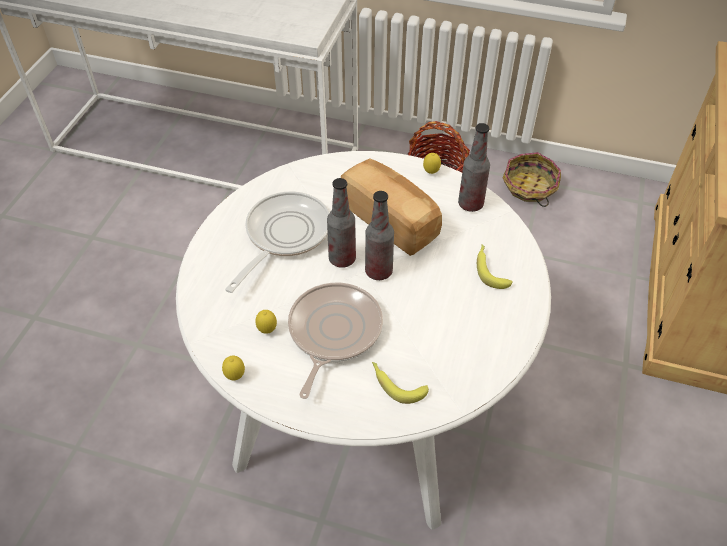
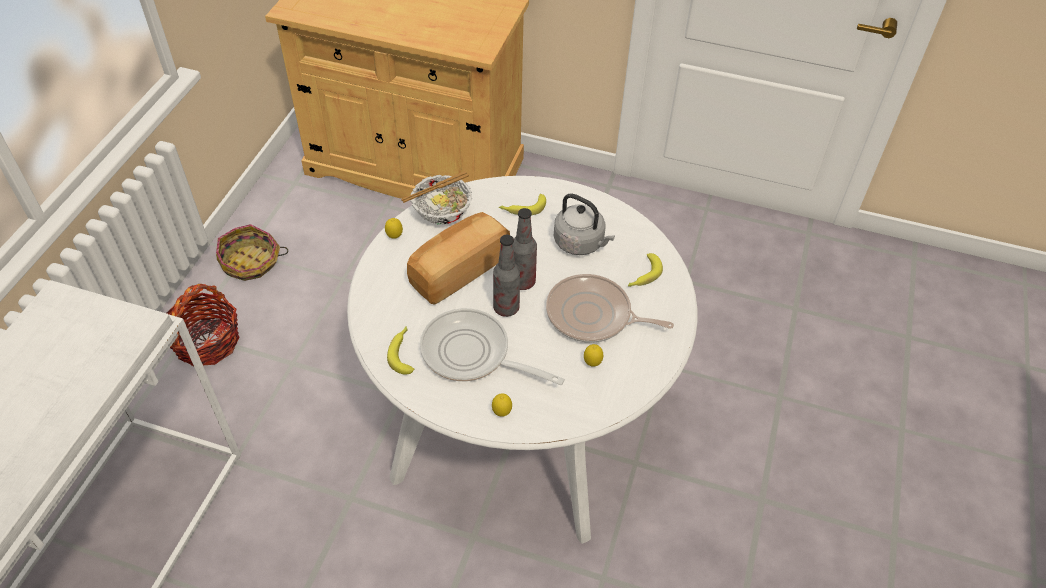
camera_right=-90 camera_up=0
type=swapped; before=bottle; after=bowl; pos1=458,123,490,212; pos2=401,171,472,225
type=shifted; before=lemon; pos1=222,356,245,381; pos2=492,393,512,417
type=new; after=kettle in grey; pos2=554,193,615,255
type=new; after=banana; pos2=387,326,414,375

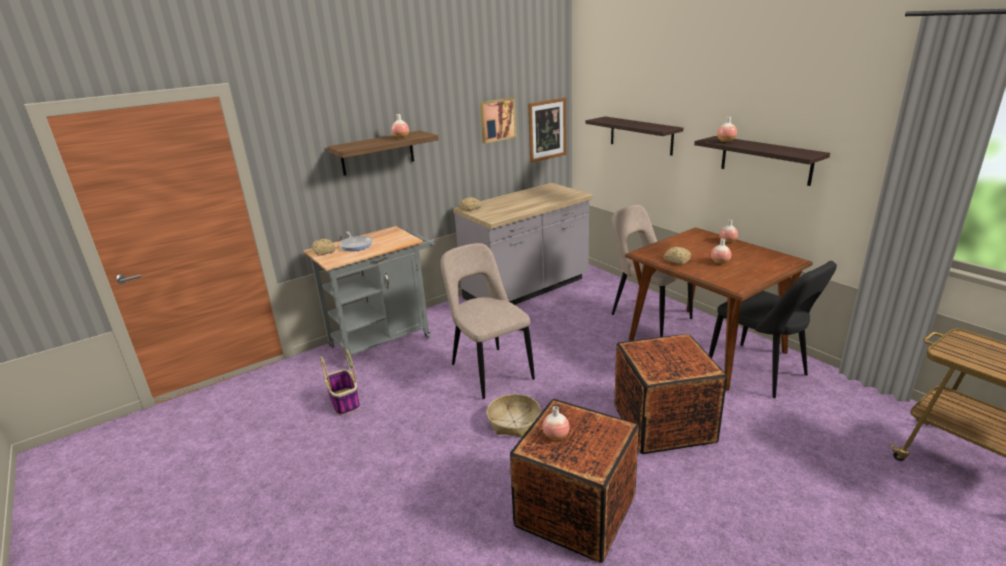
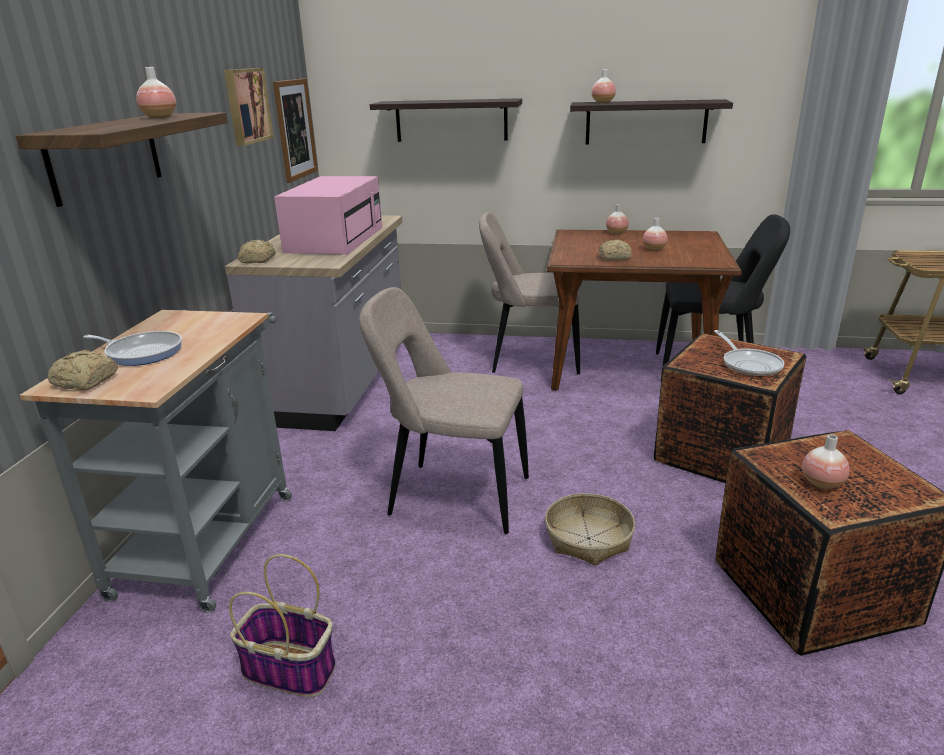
camera_right=-45 camera_up=0
type=new; after=microwave in pink; pos2=274,176,382,255
type=new; after=frying pan; pos2=714,330,784,377

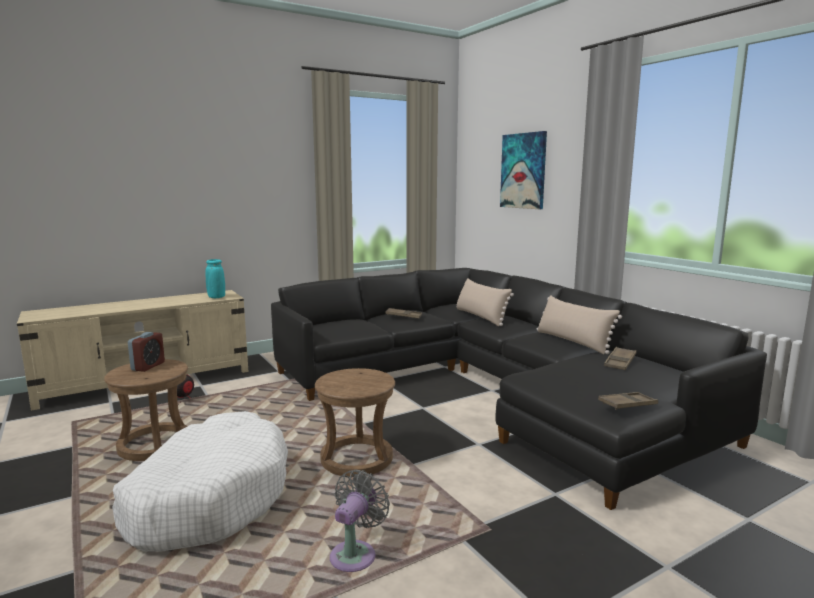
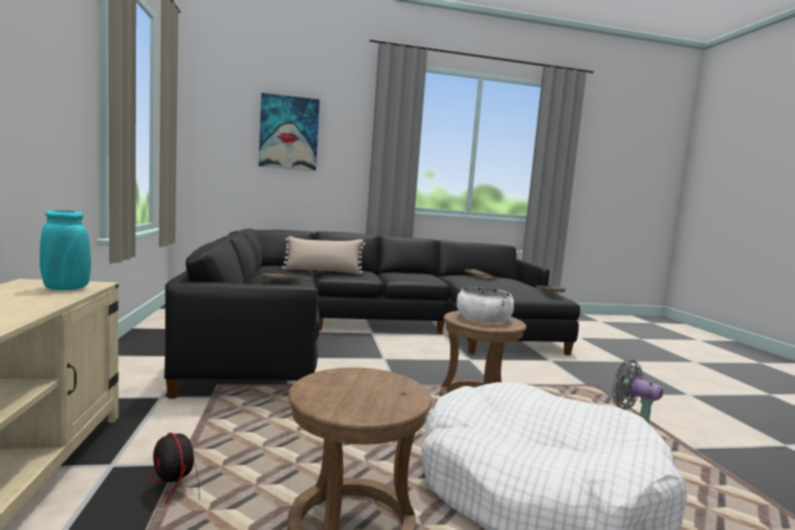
camera_right=-70 camera_up=-5
type=gone; before=pillow in beige; pos1=537,295,622,354
type=gone; before=alarm clock; pos1=128,332,165,372
type=new; after=bowl in white; pos2=457,287,514,323

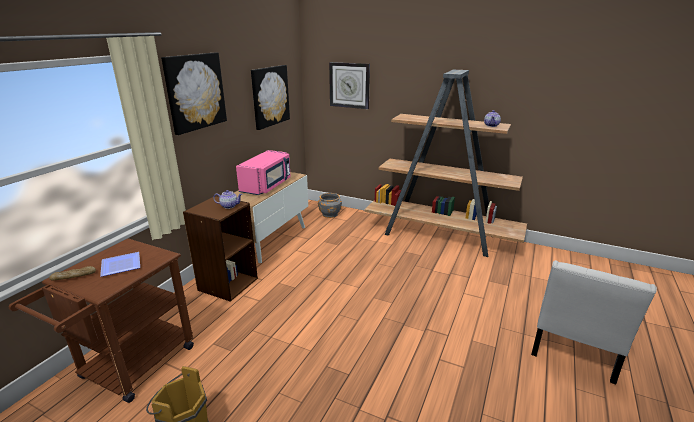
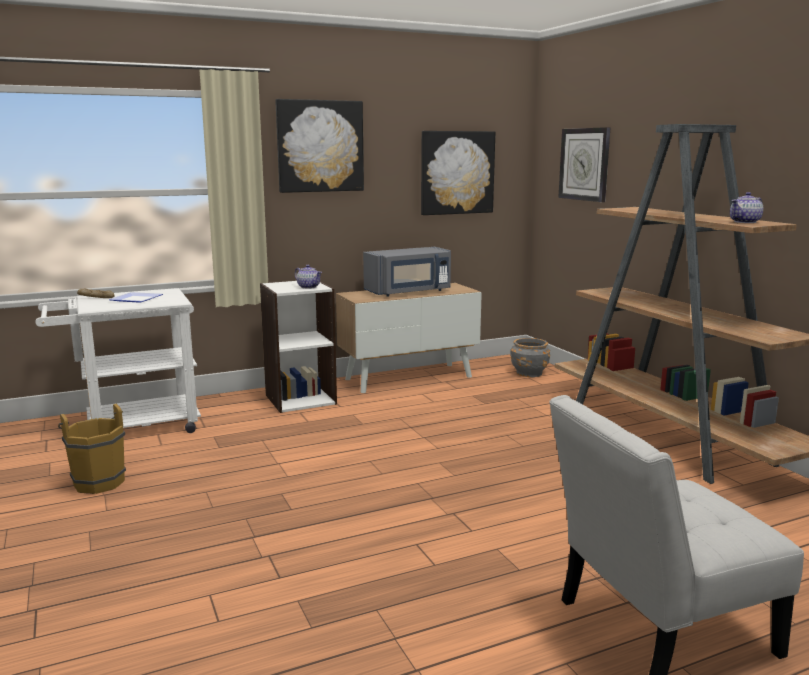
camera_right=40 camera_up=-10
type=repainted; before=microwave in pink; after=microwave in grey; pos1=236,150,291,195; pos2=363,247,451,297
type=repainted; before=bookcase in brown; after=bookcase in white; pos1=183,196,258,302; pos2=260,281,337,413
type=repainted; before=cart in brown; after=cart in white; pos1=9,238,194,403; pos2=35,288,201,433

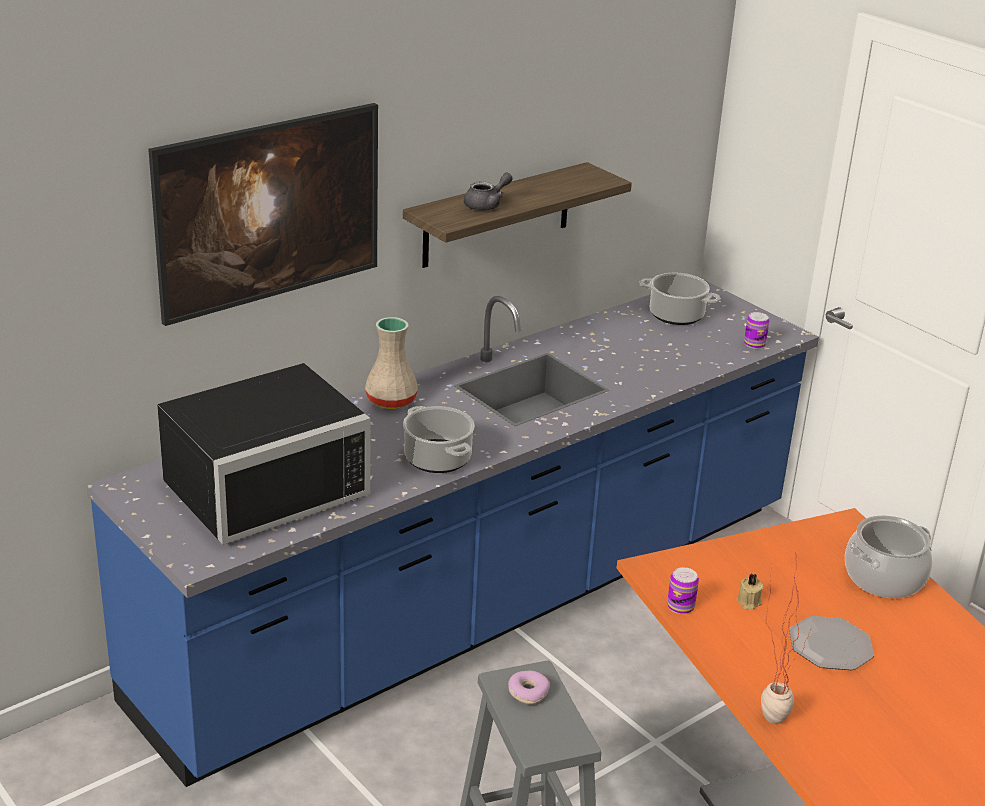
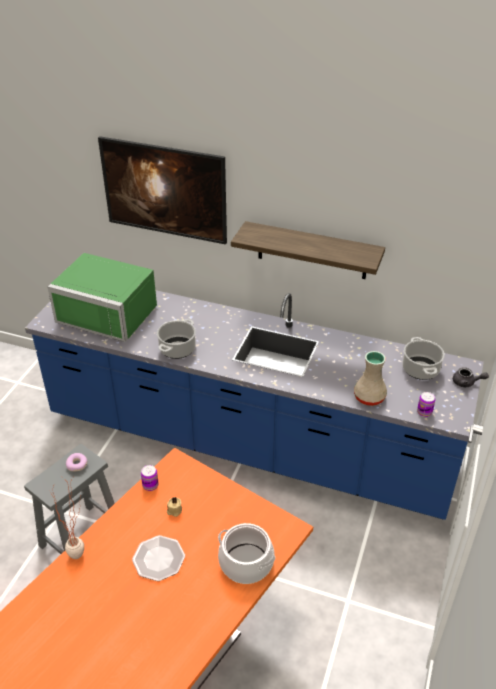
camera_right=60 camera_up=10
type=shifted; before=teapot in grey; pos1=464,172,513,211; pos2=453,367,489,387
type=shifted; before=vase in beige; pos1=365,317,418,409; pos2=354,351,387,406
type=repainted; before=microwave in black; after=microwave in green; pos1=157,363,371,545; pos2=47,253,157,342

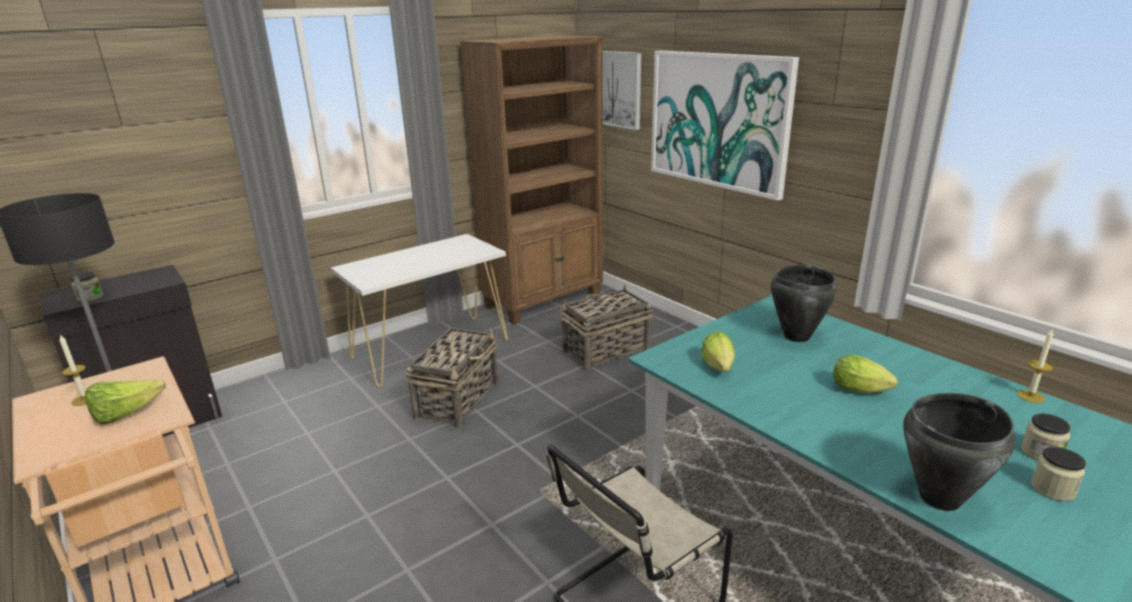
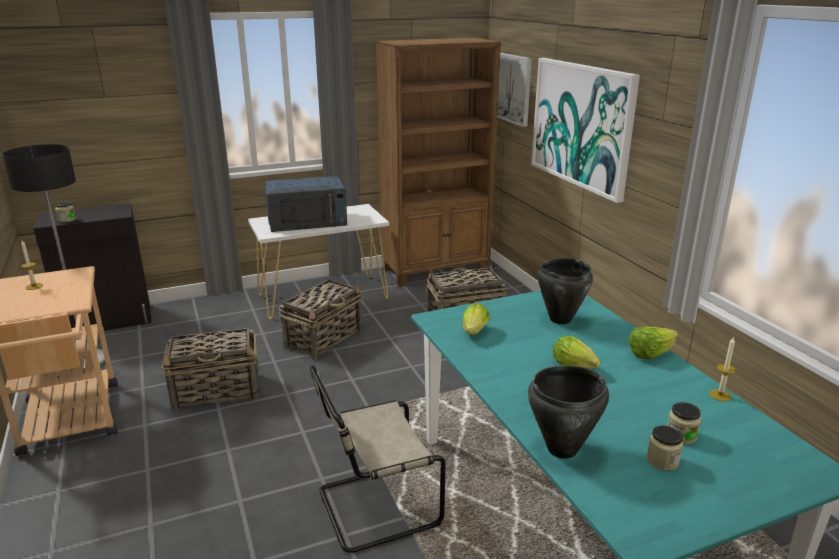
camera_right=15 camera_up=0
type=shifted; before=lettuce; pos1=85,379,165,425; pos2=629,326,678,359
type=new; after=microwave in blue; pos2=265,176,347,232
type=new; after=basket; pos2=162,328,259,410

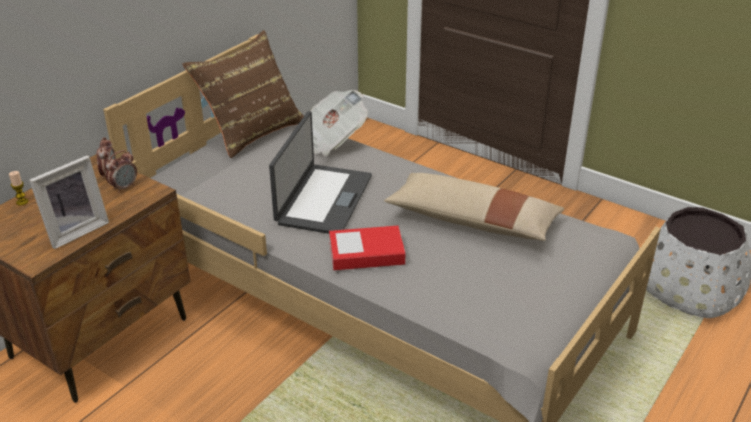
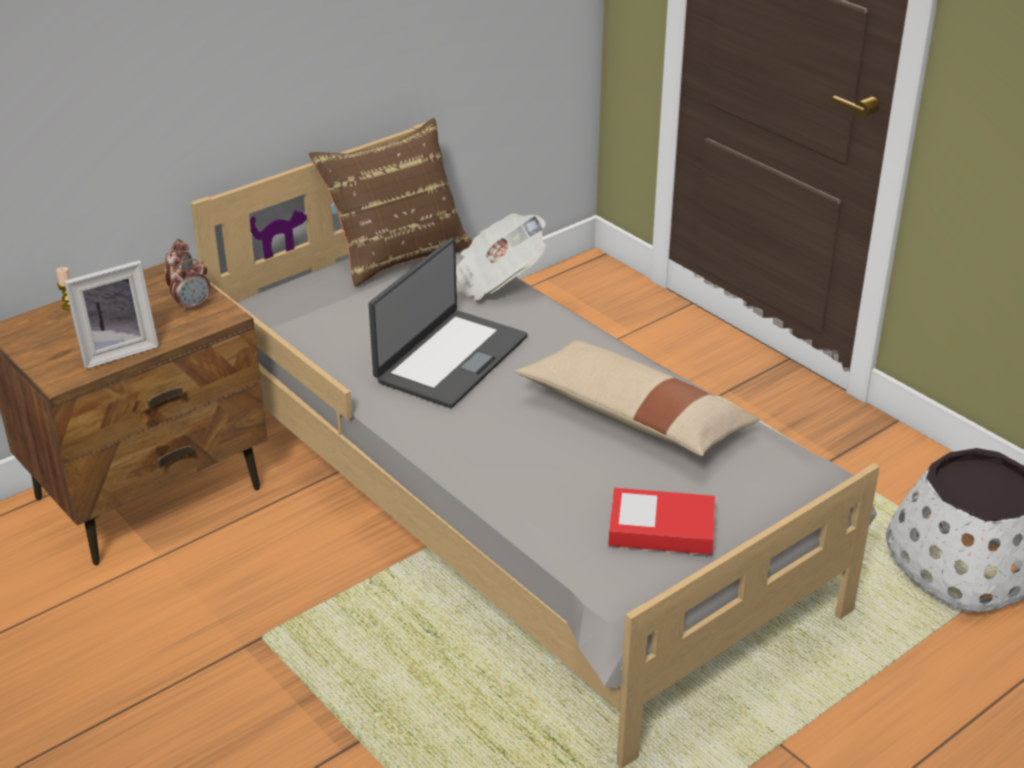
camera_right=15 camera_up=0
type=shifted; before=book; pos1=329,226,405,271; pos2=608,488,715,555

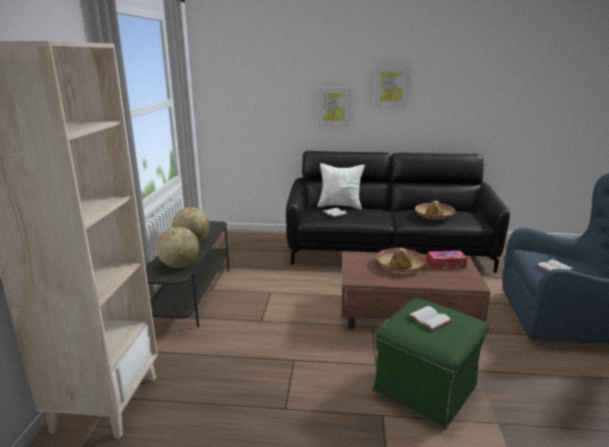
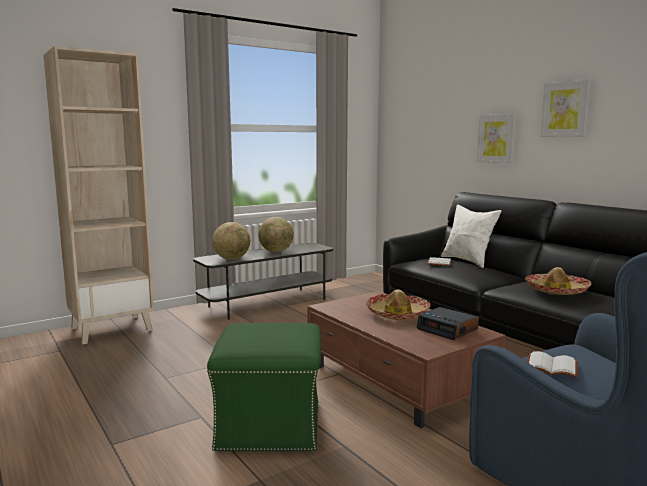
camera_right=50 camera_up=-10
type=swapped; before=tissue box; after=alarm clock; pos1=427,251,468,270; pos2=417,307,479,340
type=gone; before=book in white; pos1=407,306,452,331

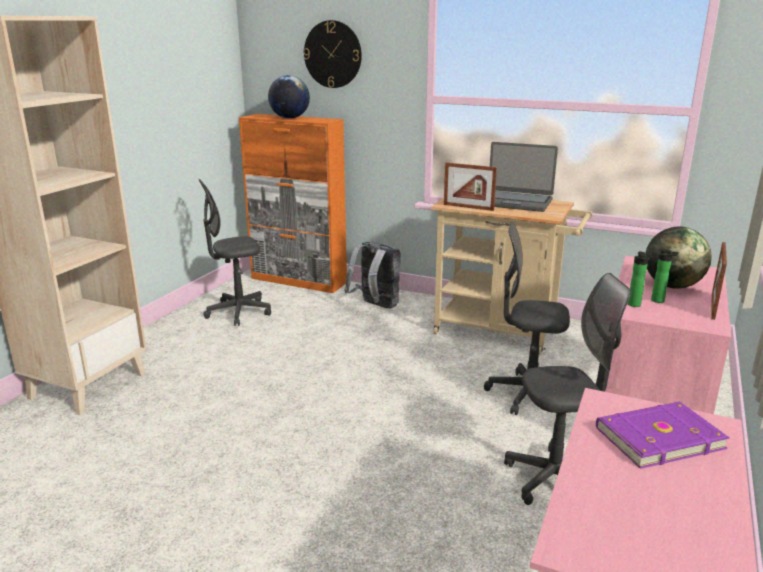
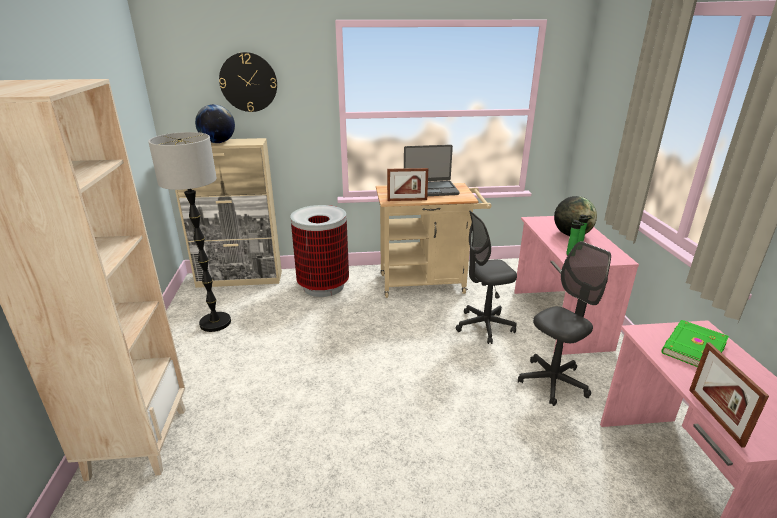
camera_right=-30 camera_up=5
type=repainted; before=cabinet in orange; after=cabinet in beige; pos1=239,114,347,293; pos2=175,138,282,288
type=swapped; before=office chair in grey; after=floor lamp; pos1=199,179,271,326; pos2=148,132,231,332
type=swapped; before=backpack in grey; after=trash can; pos1=344,242,401,308; pos2=290,205,349,297
type=shifted; before=picture frame; pos1=711,242,727,320; pos2=689,342,769,448
type=repainted; before=book in purple; after=book in green; pos1=596,402,730,469; pos2=662,320,729,367

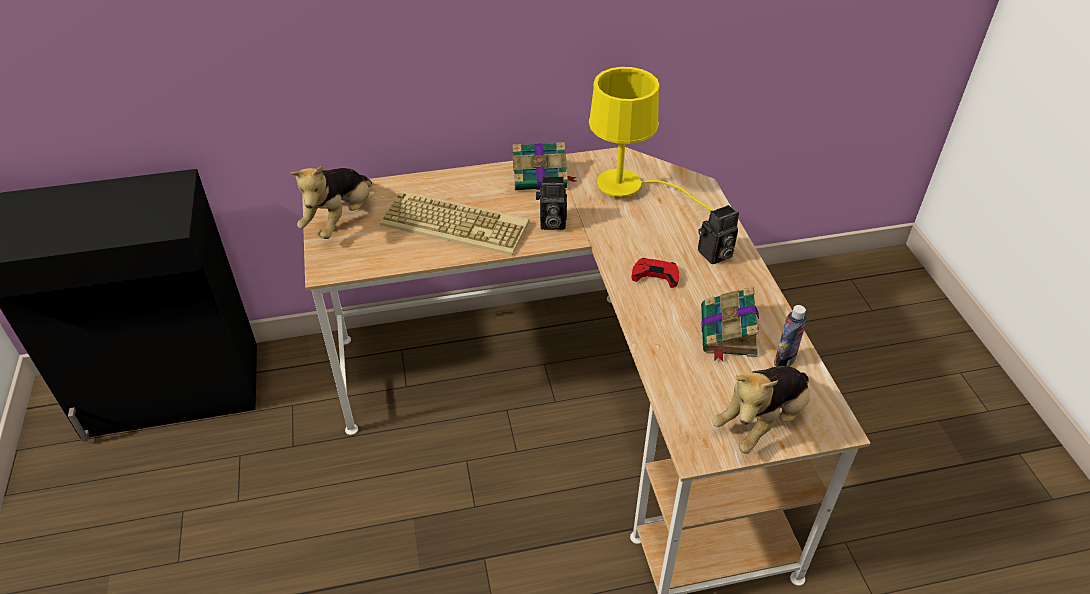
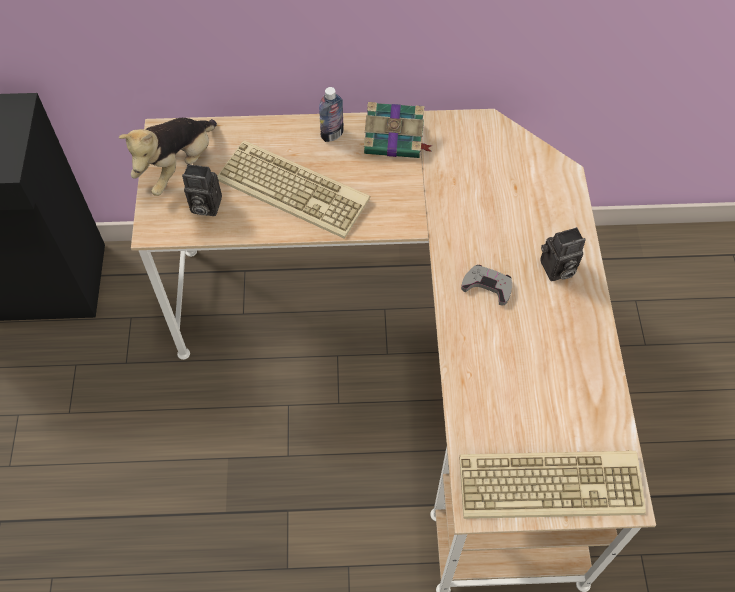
camera_right=10 camera_up=15
type=gone; before=table lamp in yellow; pos1=589,67,714,211
type=shifted; before=photo camera; pos1=536,177,567,230; pos2=182,164,222,216
type=repainted; before=game controller in red; after=game controller in grey; pos1=632,258,679,288; pos2=461,265,512,305
type=gone; before=book; pos1=701,287,759,361
type=shifted; before=bottle; pos1=774,305,807,367; pos2=319,87,344,142
type=swapped; before=plush toy; after=keyboard; pos1=712,366,810,454; pos2=460,450,646,519

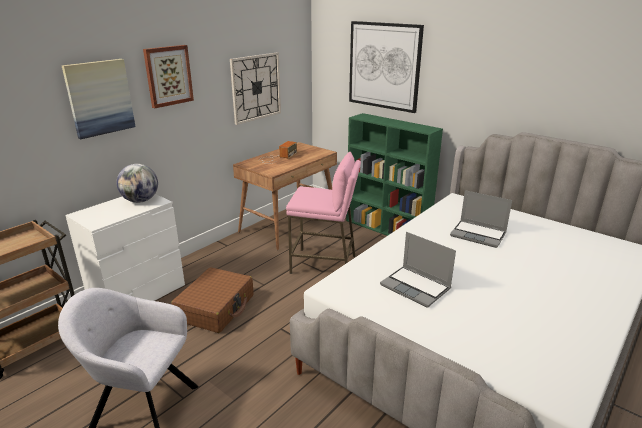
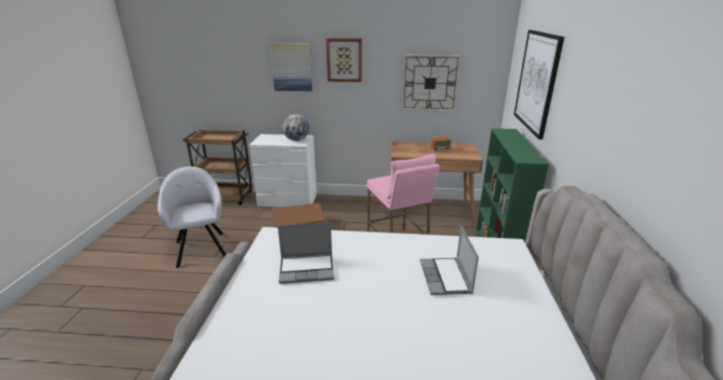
camera_right=55 camera_up=0
type=rotated; before=laptop; pos1=380,232,456,308; pos2=278,222,334,284; turn=-105

